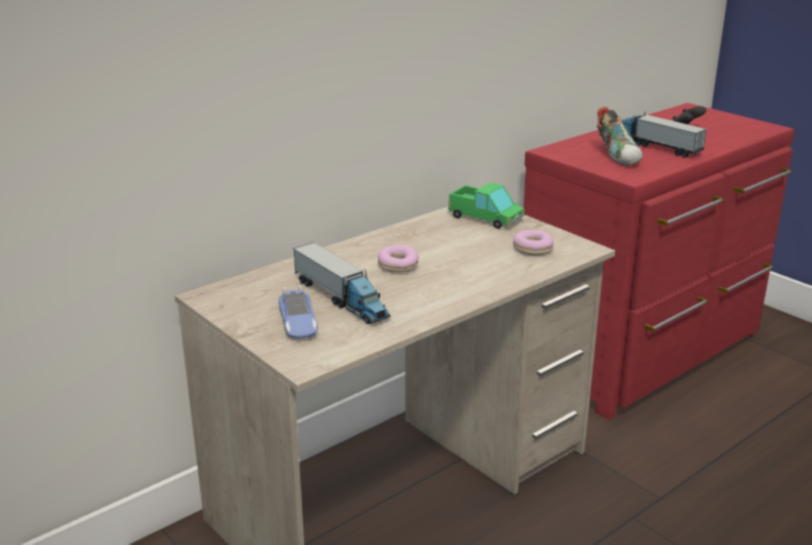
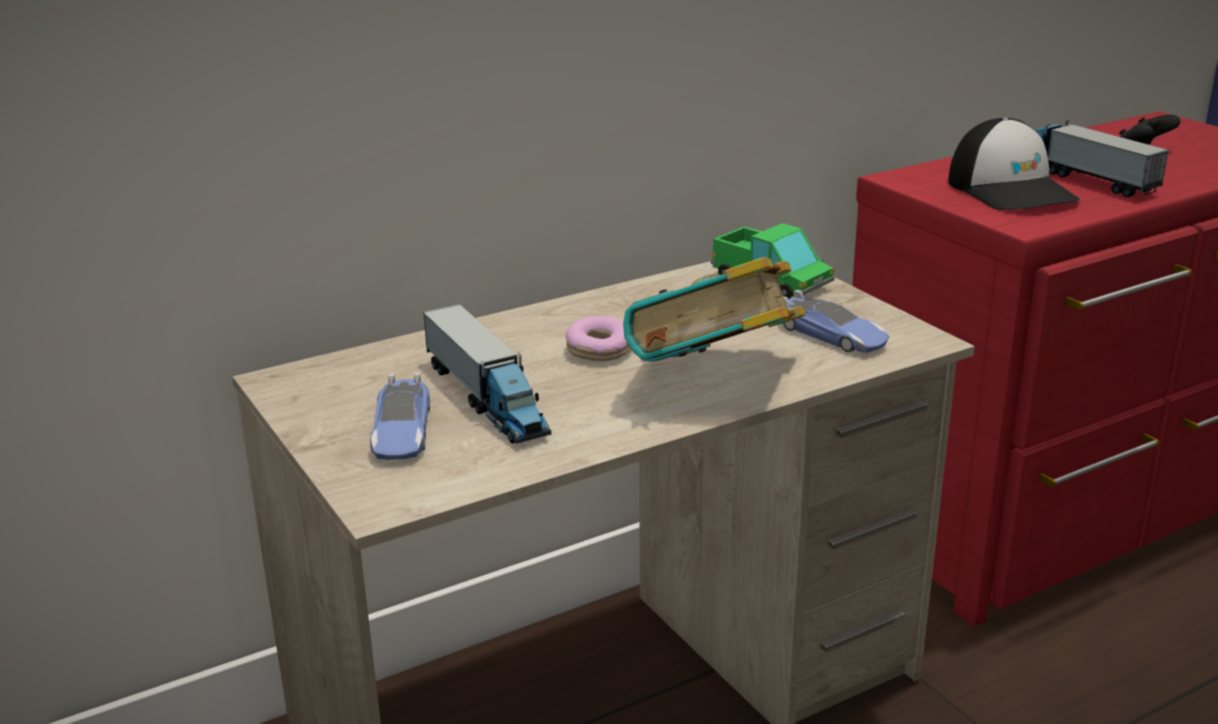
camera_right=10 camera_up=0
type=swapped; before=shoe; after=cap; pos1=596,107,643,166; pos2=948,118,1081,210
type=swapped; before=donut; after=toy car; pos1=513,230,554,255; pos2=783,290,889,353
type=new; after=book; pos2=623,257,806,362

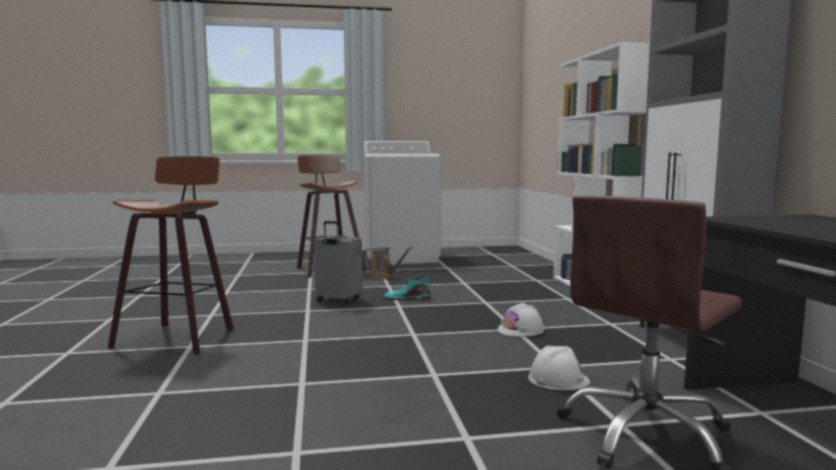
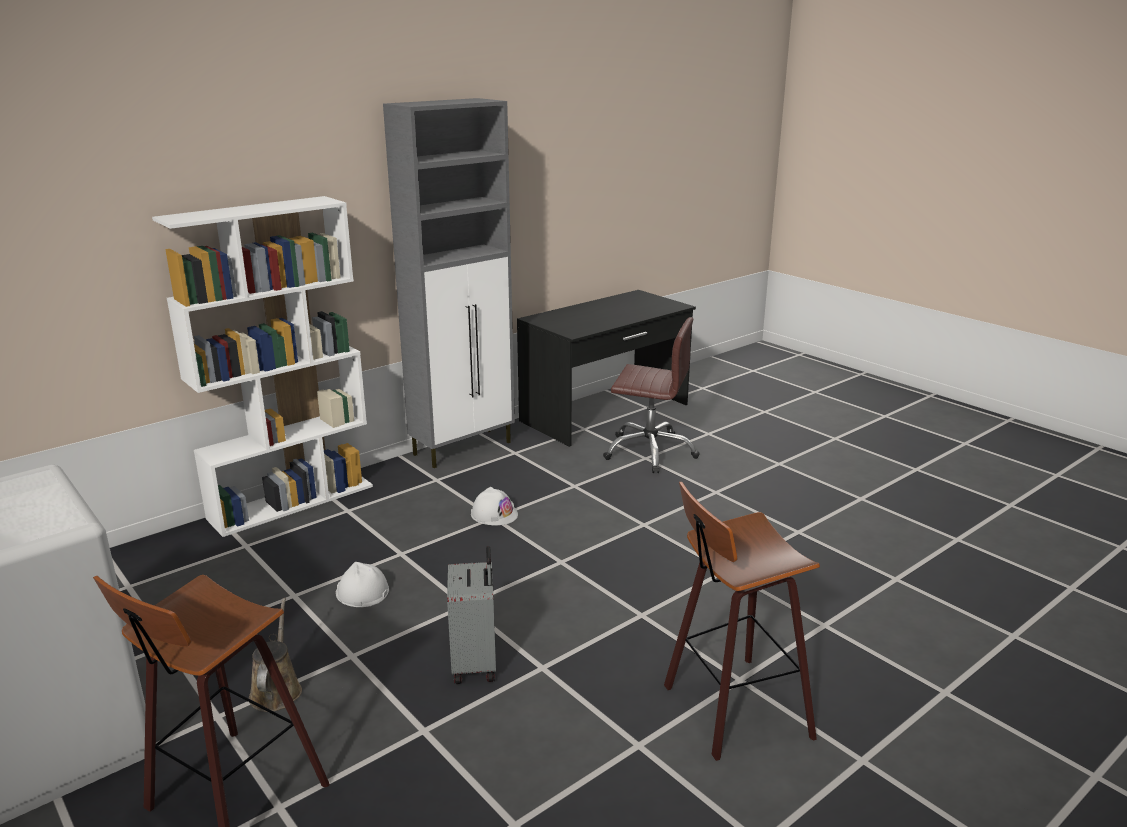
camera_right=-120 camera_up=15
type=gone; before=boot in turquoise; pos1=384,276,430,300
type=shifted; before=hard hat in white; pos1=528,346,590,390; pos2=336,562,389,607

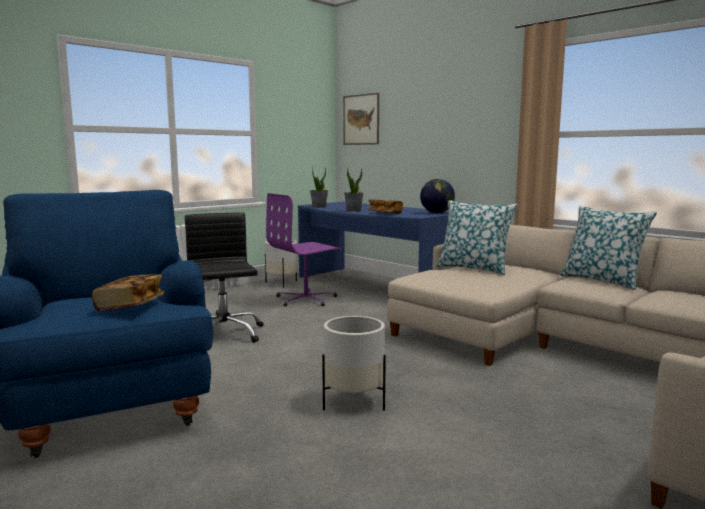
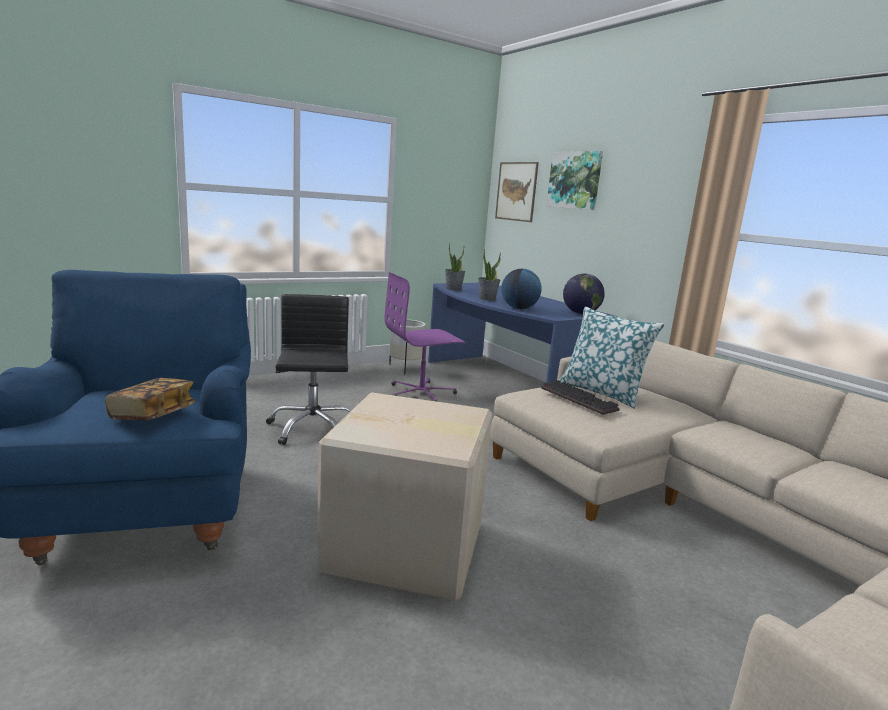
camera_right=10 camera_up=5
type=swapped; before=book; after=globe; pos1=368,200,403,214; pos2=501,269,542,309
type=gone; before=pillow; pos1=559,206,657,290
type=swapped; before=planter in white; after=cardboard box; pos1=322,316,386,411; pos2=317,392,492,601
type=new; after=picture; pos2=546,151,603,210
type=new; after=keyboard; pos2=541,380,619,415

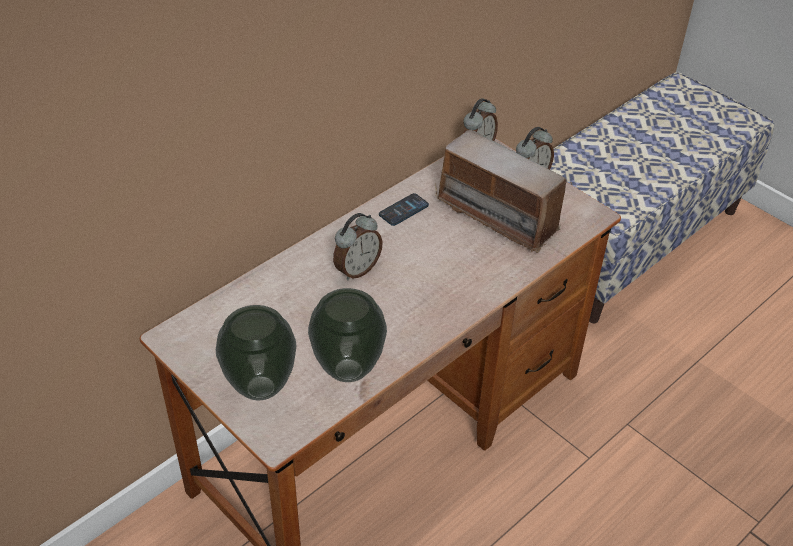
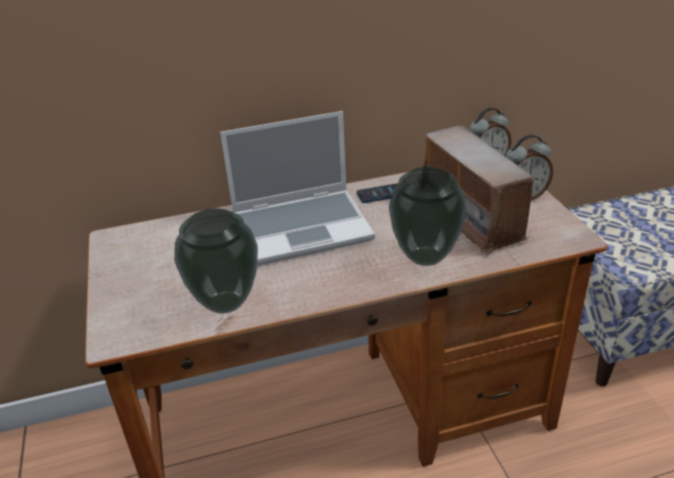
camera_right=30 camera_up=-10
type=swapped; before=alarm clock; after=laptop; pos1=333,213,382,280; pos2=220,111,375,266
type=shifted; before=vase; pos1=216,305,296,400; pos2=389,167,467,266

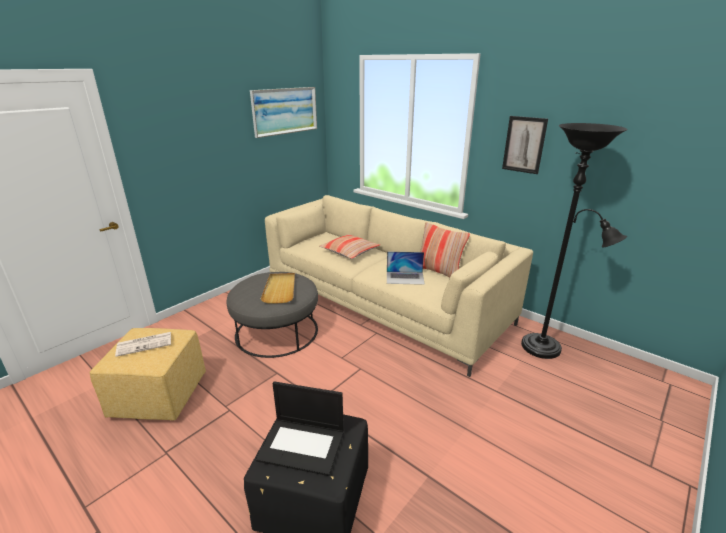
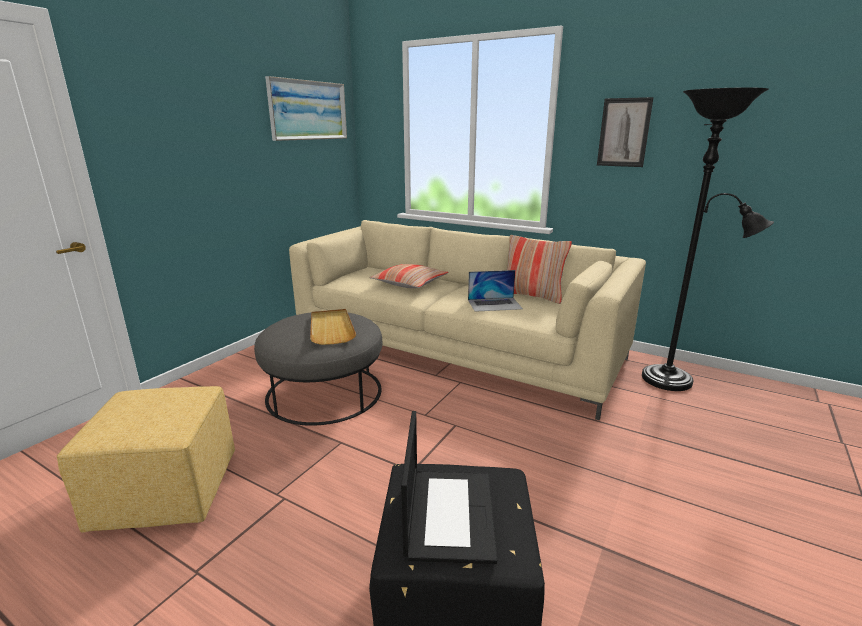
camera_right=-10 camera_up=-5
type=gone; before=newspaper; pos1=115,332,171,357
type=rotated; before=laptop; pos1=256,382,344,476; pos2=401,411,497,564; turn=-90

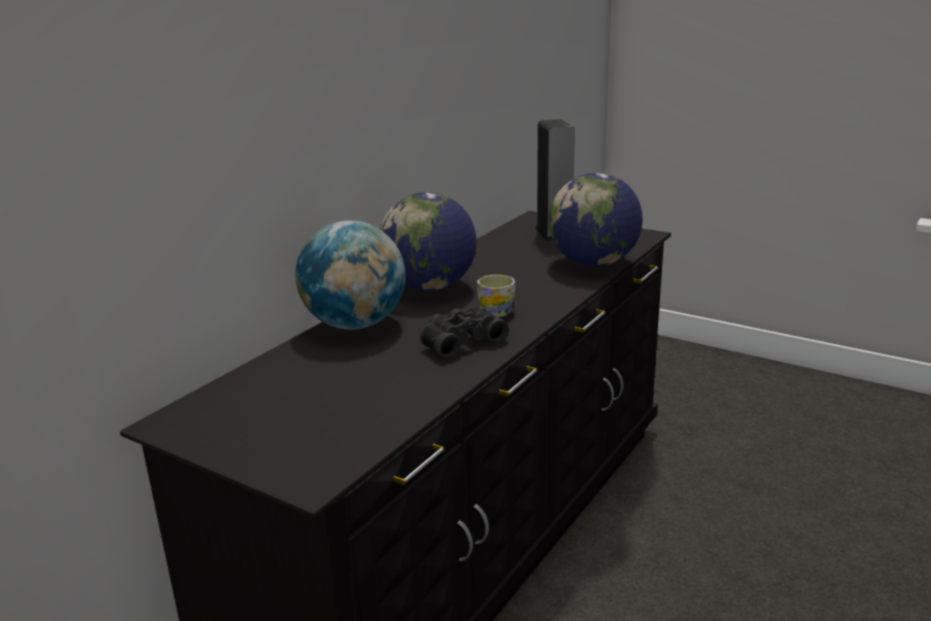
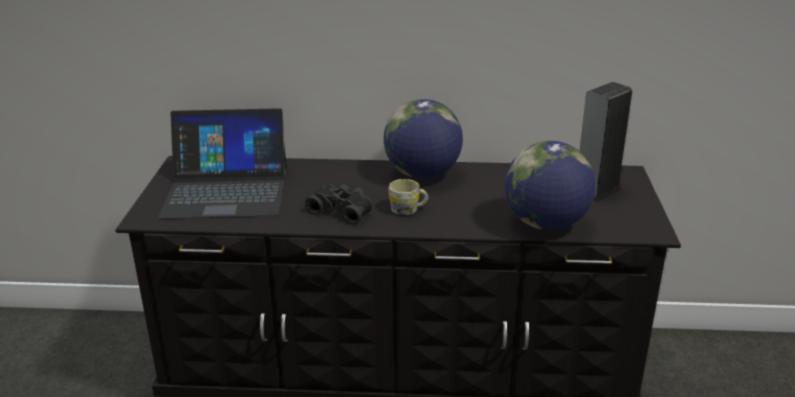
camera_right=60 camera_up=5
type=gone; before=globe; pos1=295,220,405,330
type=new; after=laptop; pos2=158,108,287,219

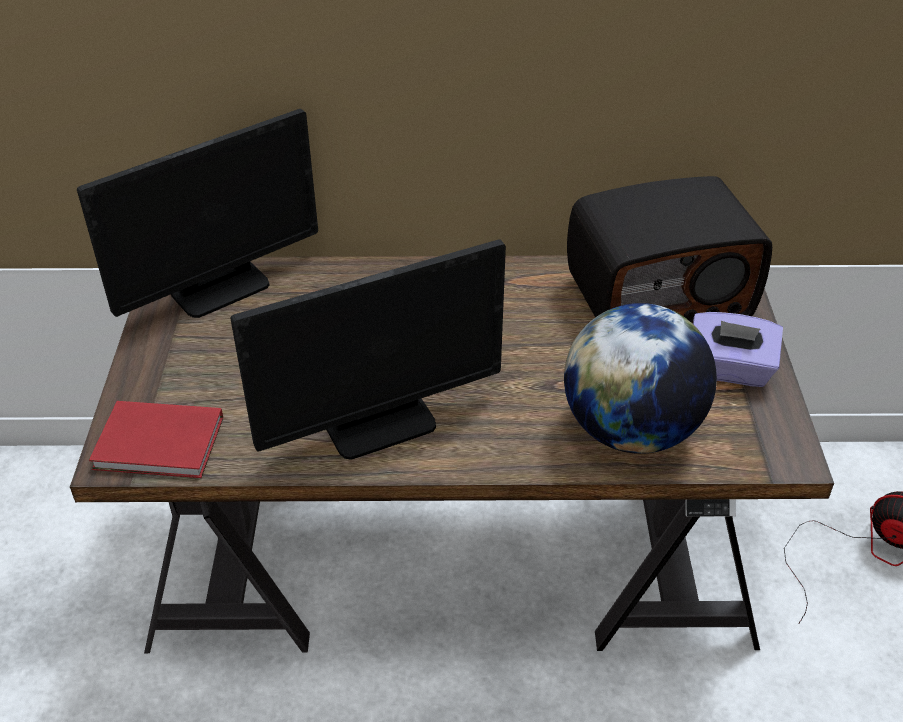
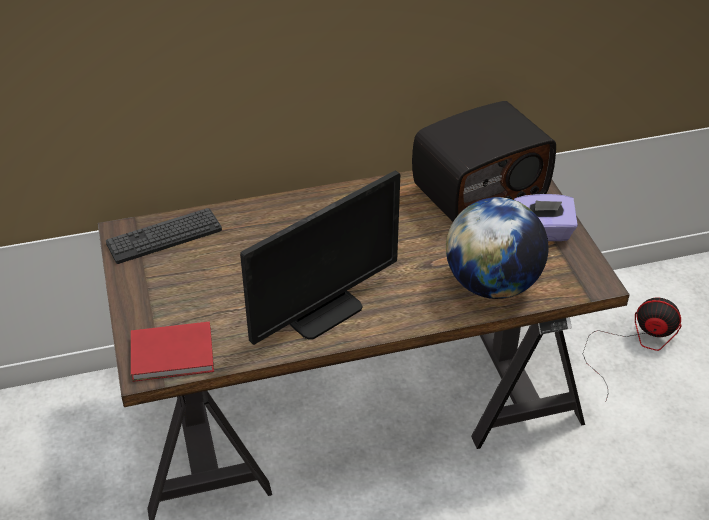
camera_right=-15 camera_up=0
type=swapped; before=monitor; after=keyboard; pos1=77,109,318,318; pos2=106,208,222,264

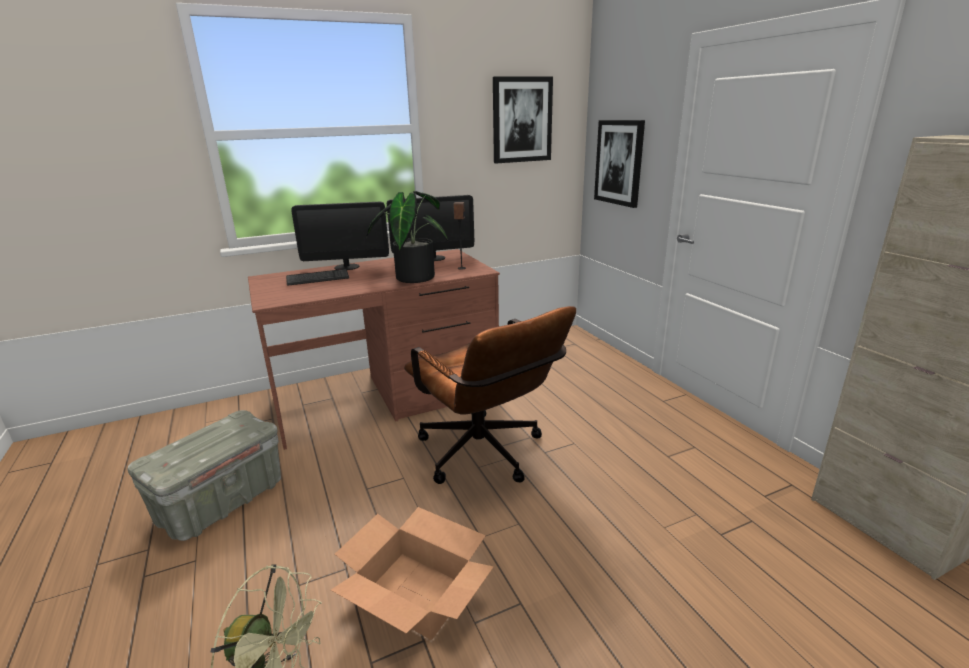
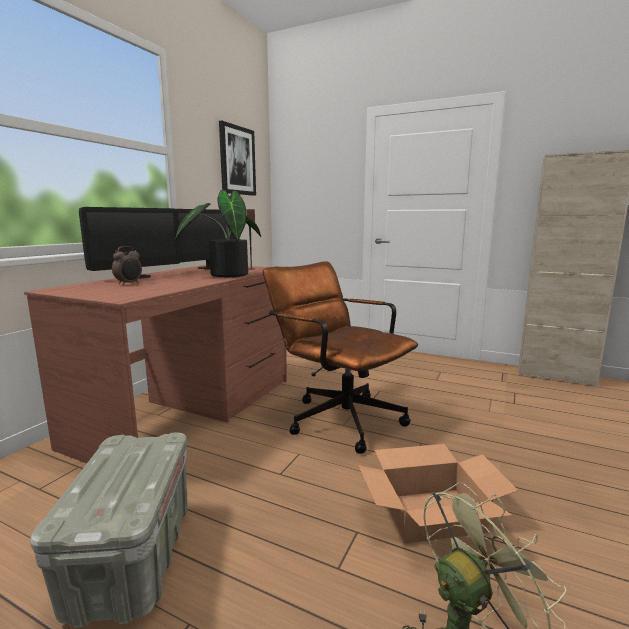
camera_right=-40 camera_up=-10
type=gone; before=picture; pos1=594,120,645,208
type=swapped; before=keyboard; after=alarm clock; pos1=286,269,349,286; pos2=112,246,142,285
type=rotated; before=office chair in brown; pos1=404,306,576,484; pos2=263,262,418,454; turn=-150

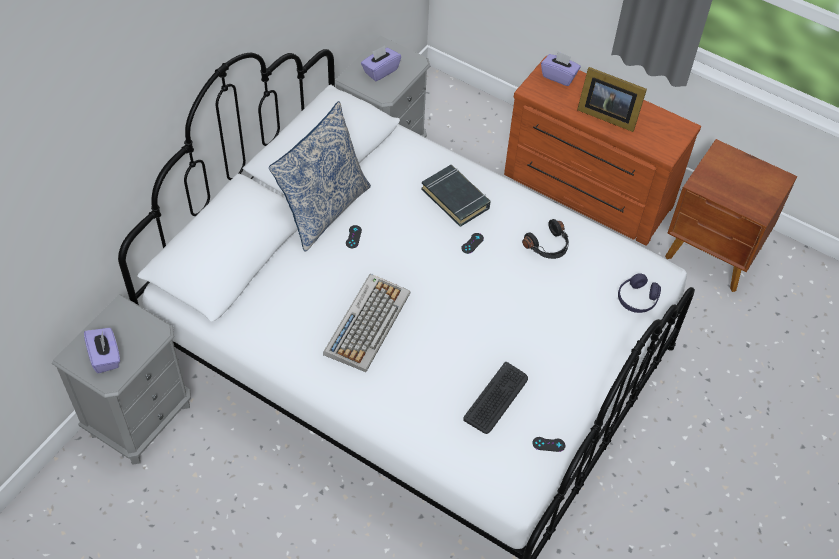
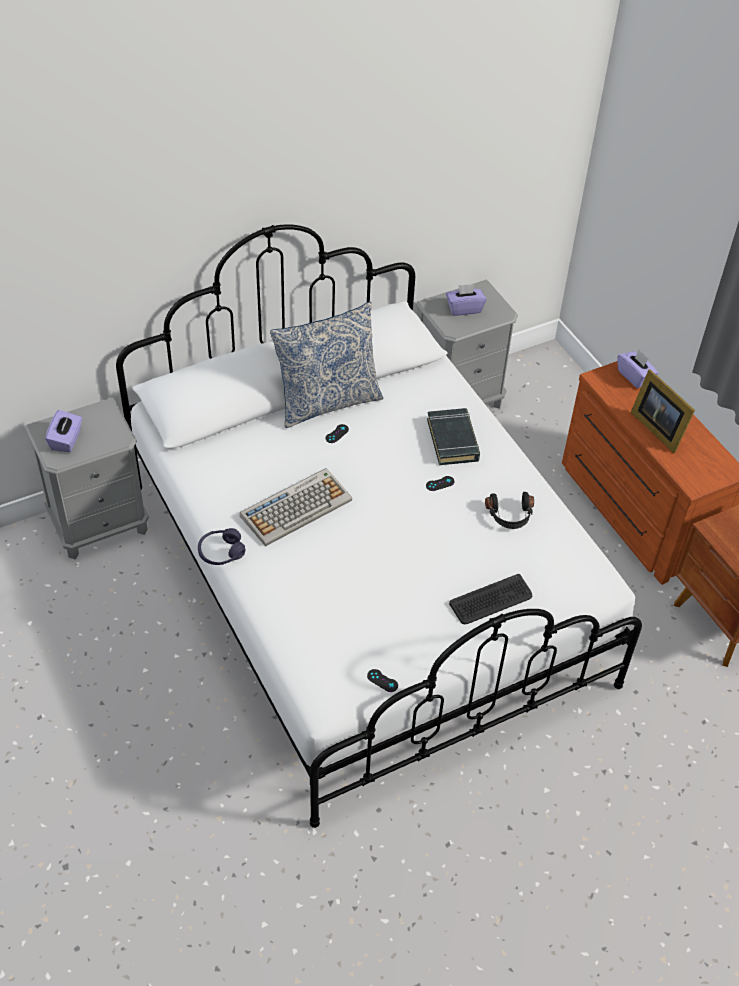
camera_right=30 camera_up=-5
type=shifted; before=headphones in purple; pos1=618,273,661,313; pos2=198,528,245,565
type=shifted; before=keyboard; pos1=463,362,528,434; pos2=449,574,532,624

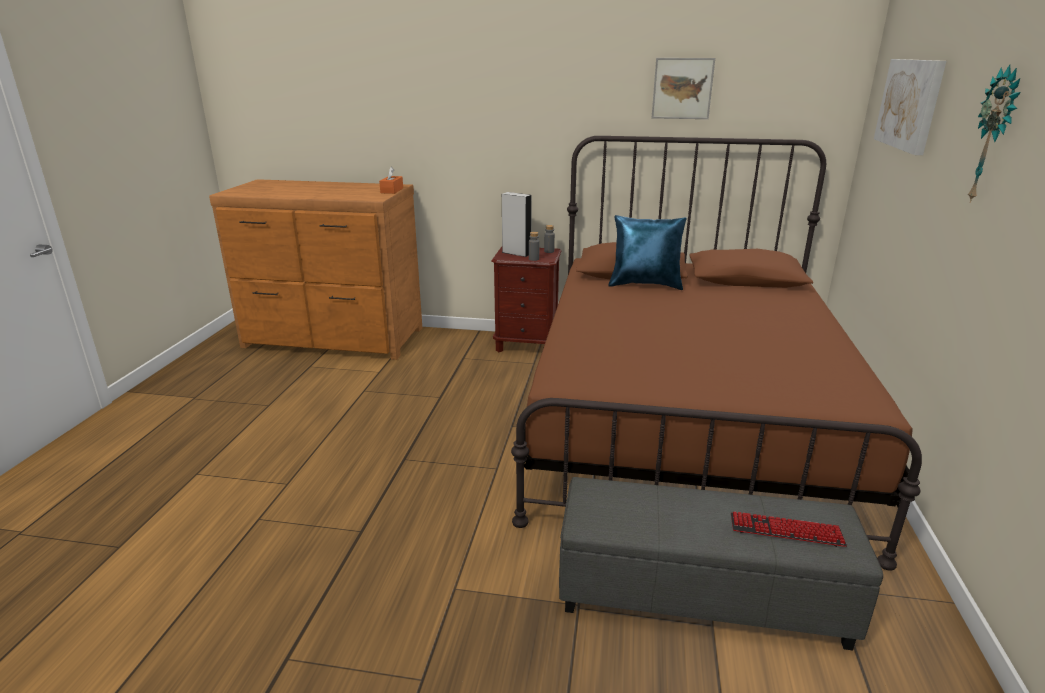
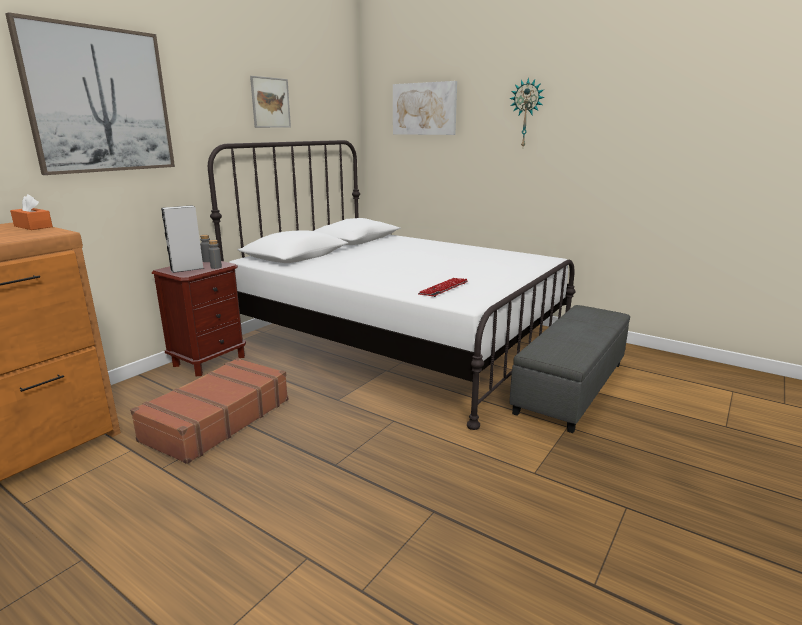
camera_right=-65 camera_up=-5
type=repainted; before=bed in brown; after=bed in white; pos1=511,136,922,570; pos2=208,140,576,430
type=gone; before=pillow in blue; pos1=608,215,687,290
type=shifted; before=keyboard; pos1=731,511,847,547; pos2=418,278,468,297
type=new; after=picture; pos2=5,12,175,175
type=new; after=suitcase in brown; pos2=130,358,289,464

